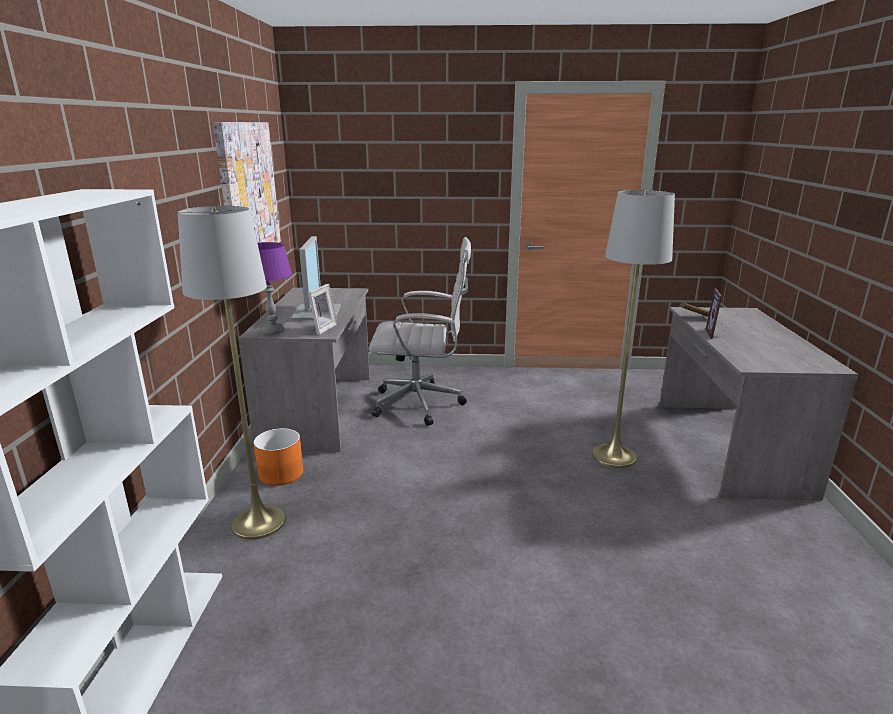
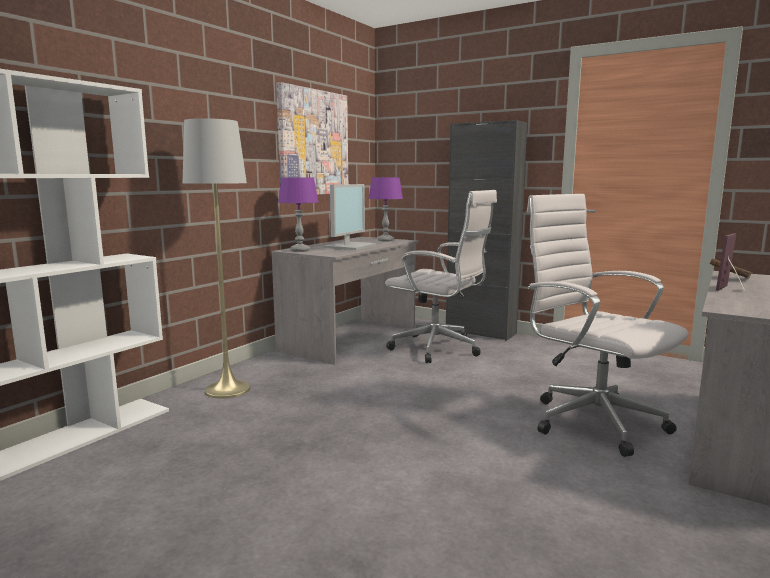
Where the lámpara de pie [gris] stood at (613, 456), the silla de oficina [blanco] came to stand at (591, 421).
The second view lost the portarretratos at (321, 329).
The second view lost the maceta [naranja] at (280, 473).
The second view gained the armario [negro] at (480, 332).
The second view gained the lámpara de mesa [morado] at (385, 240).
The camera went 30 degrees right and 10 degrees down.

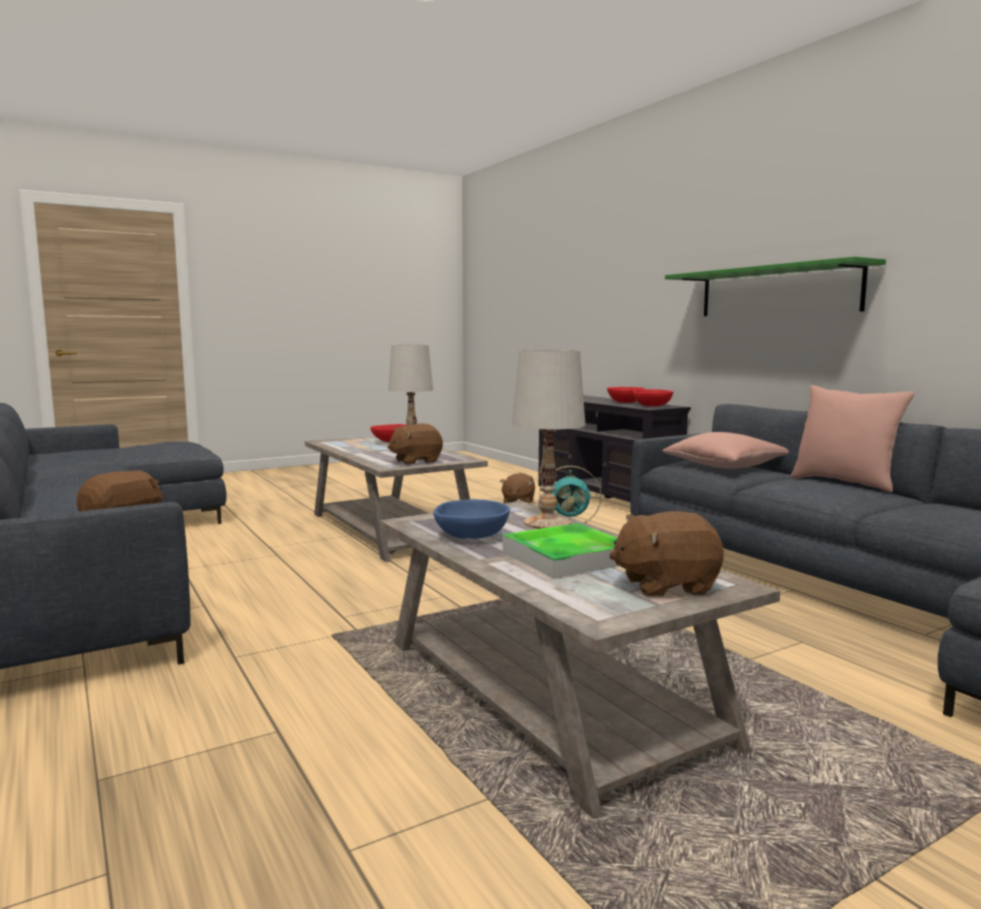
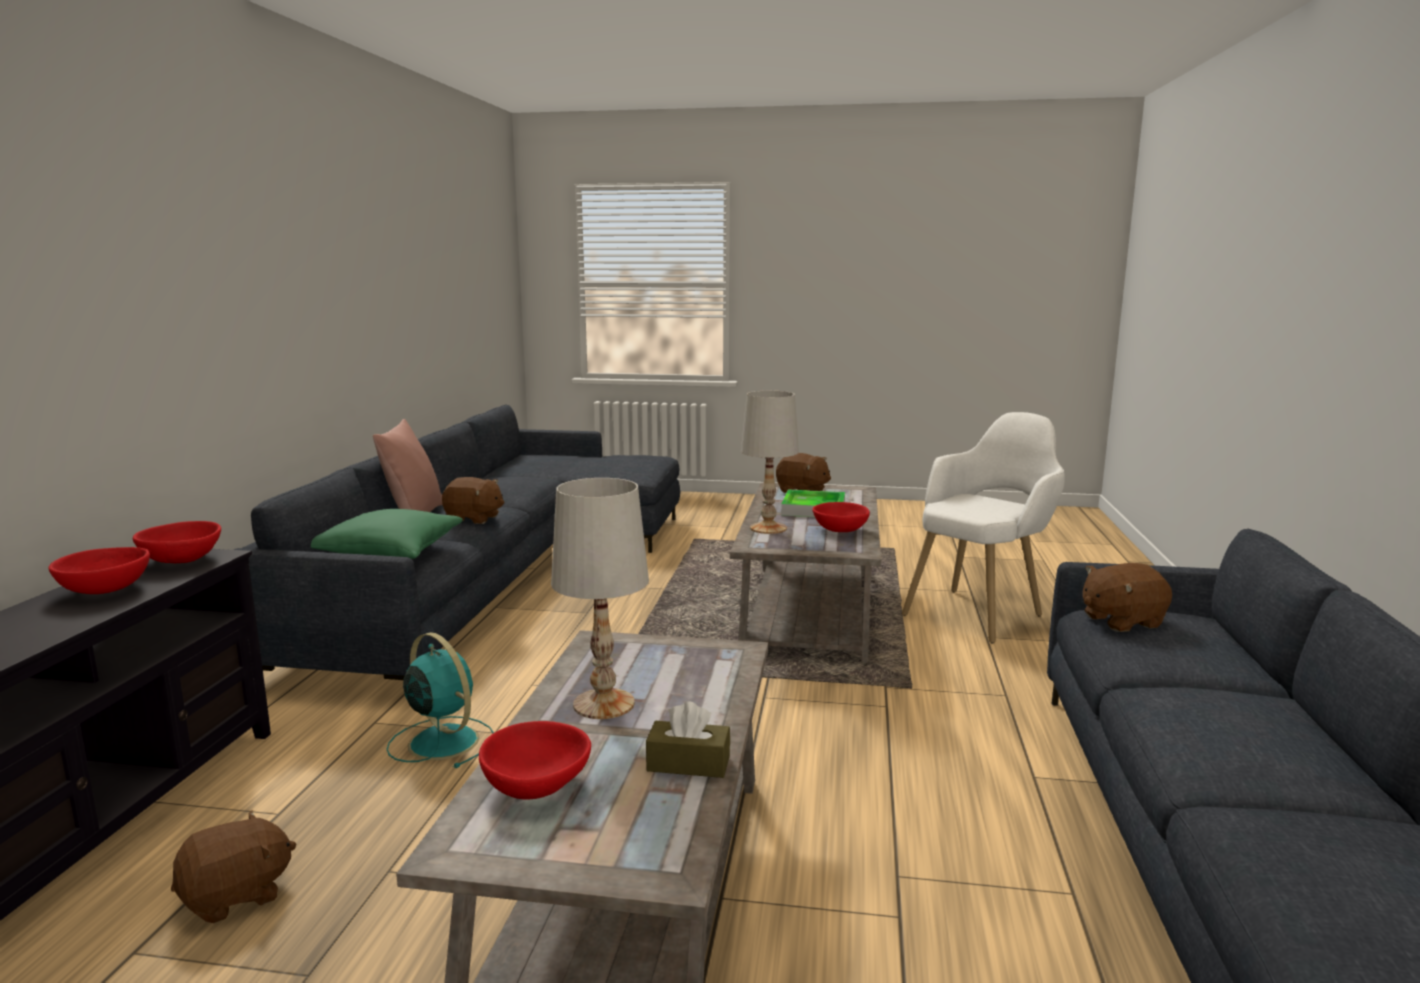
The second view lost the estante [verde] at (777, 291).
The peluche [marrón] ended up elsewhere, having gone from (416, 461) to (474, 519).
What was the cojín [rosa] at (726, 466) turned into the cojín [verde] at (389, 553).
What was the cuenco [azul] at (471, 537) turned into the cuenco [rojo] at (840, 530).
The second view gained the sillón [blanco] at (981, 610).
The second view gained the caja de pañuelos [marrón] at (688, 763).
The camera went 140 degrees left and 5 degrees up.

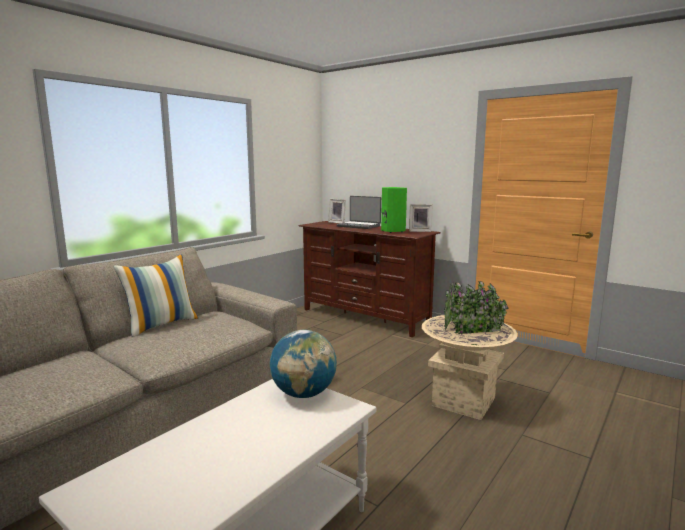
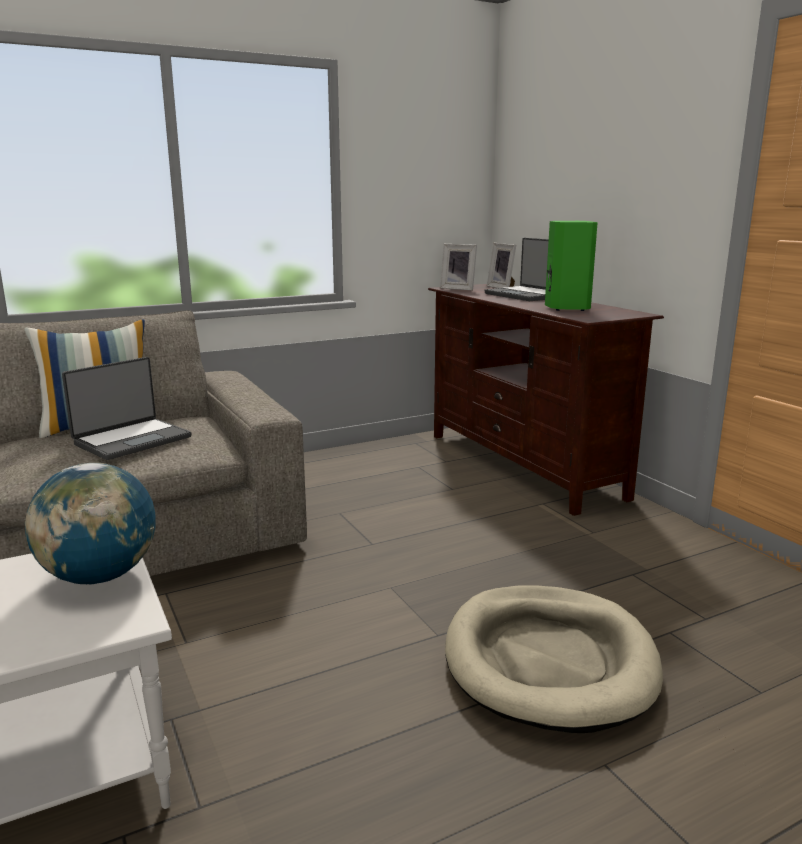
The portarretratos ended up elsewhere, having gone from (420, 231) to (459, 288).
Where the maceta [beis] stood at (463, 401), the cama para perro [beis] came to stand at (549, 661).
The second view gained the portátil at (132, 440).
The camera went 25 degrees right and 5 degrees up.

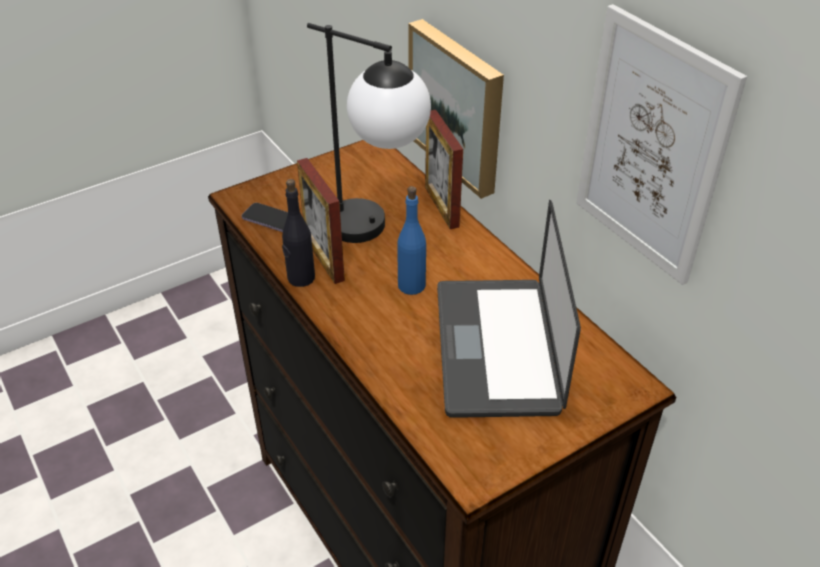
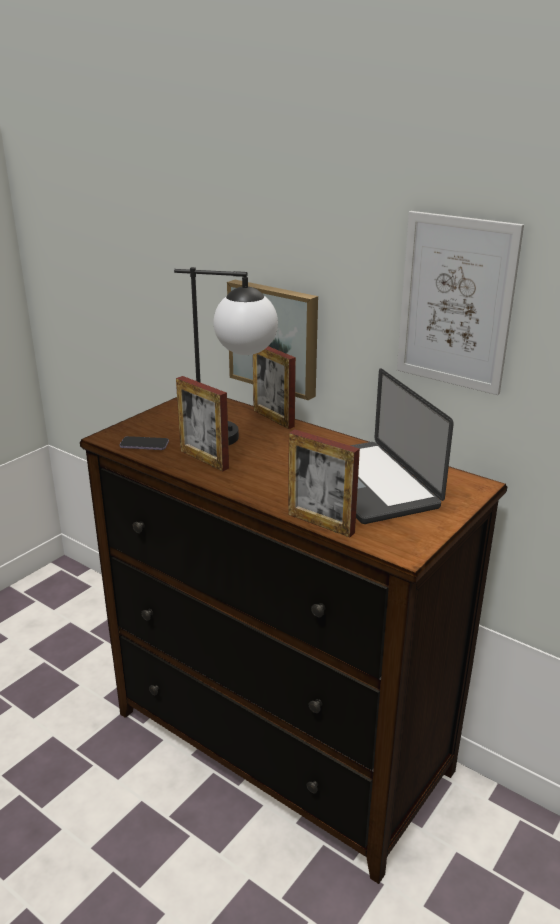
The second view lost the botella [negro] at (300, 278).
The second view lost the botella [azul] at (411, 285).
The second view gained the portarretratos at (320, 523).
The camera went 20 degrees left and 15 degrees down.

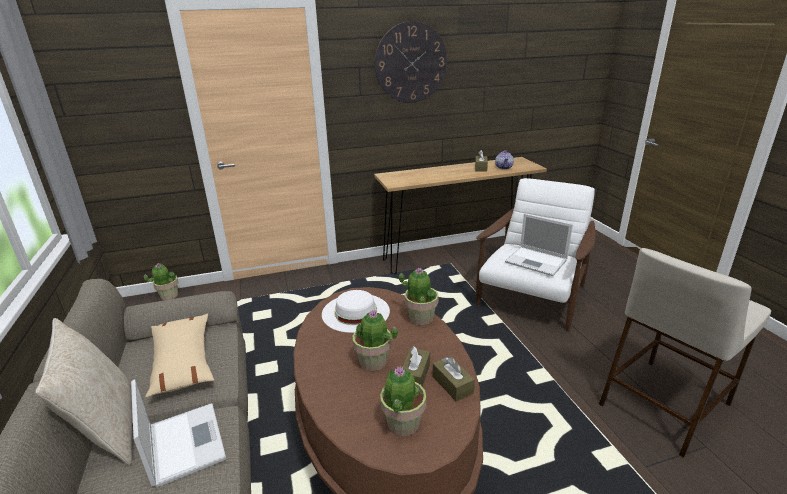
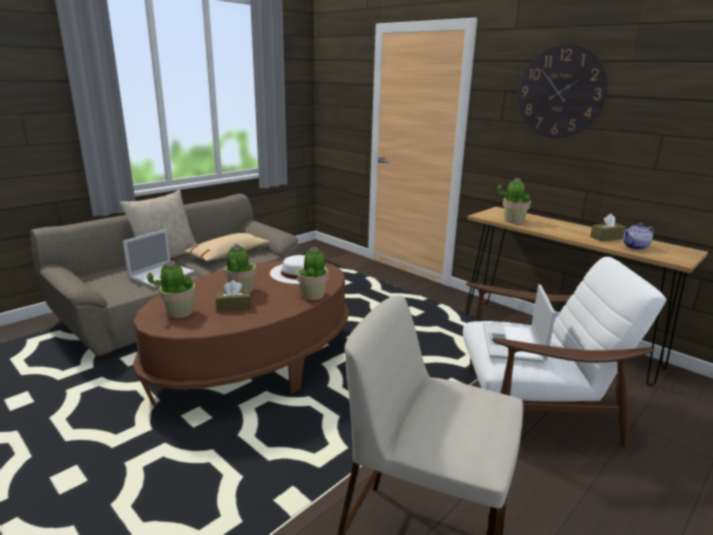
The planta en maceta ended up elsewhere, having gone from (169, 295) to (513, 221).
The second view lost the caja de pañuelos [marrón] at (452, 385).
The camera went 60 degrees right and 5 degrees down.

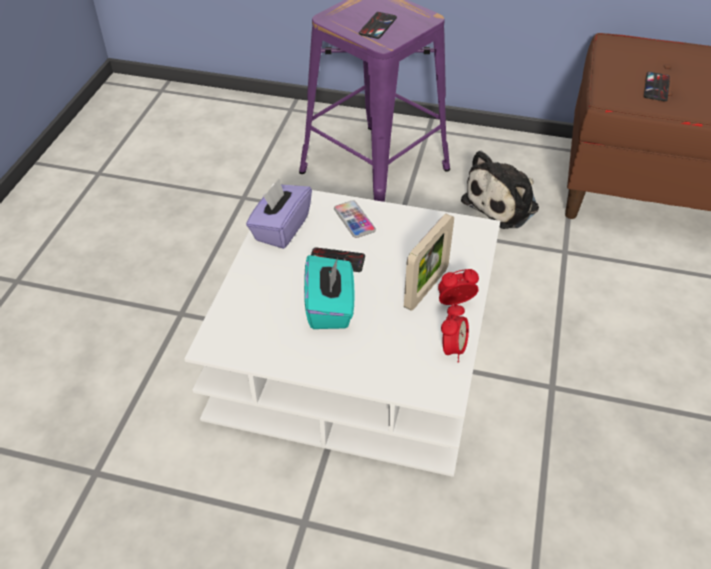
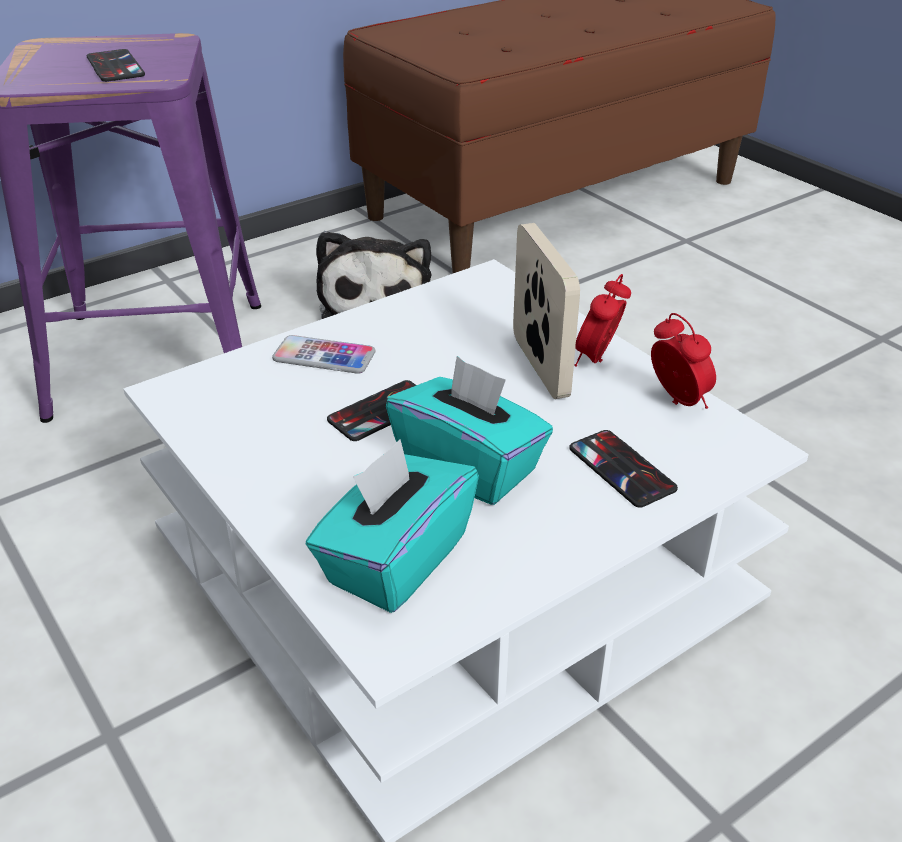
The móvil ended up elsewhere, having gone from (656, 87) to (622, 469).
The second view lost the caja de pañuelos [morado] at (281, 228).
The second view gained the caja de pañuelos [turquesa] at (395, 560).
The camera went 50 degrees left and 10 degrees down.

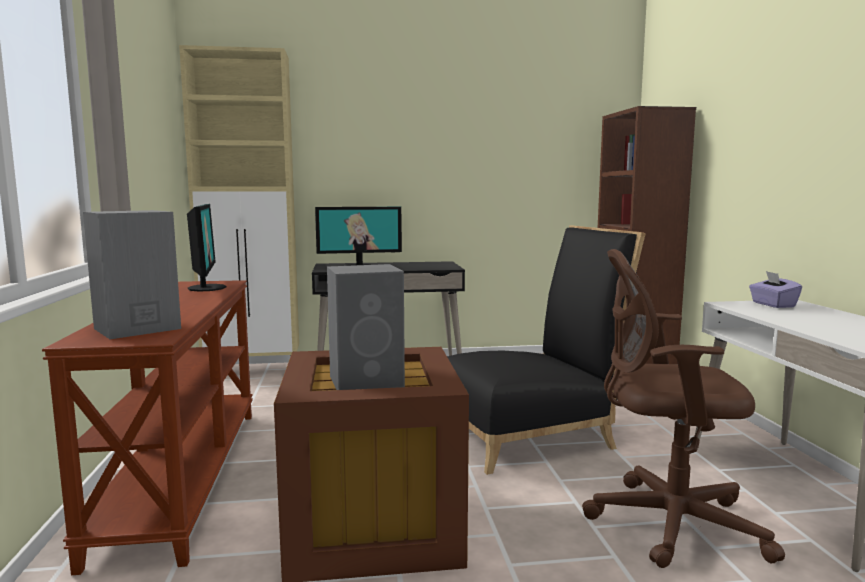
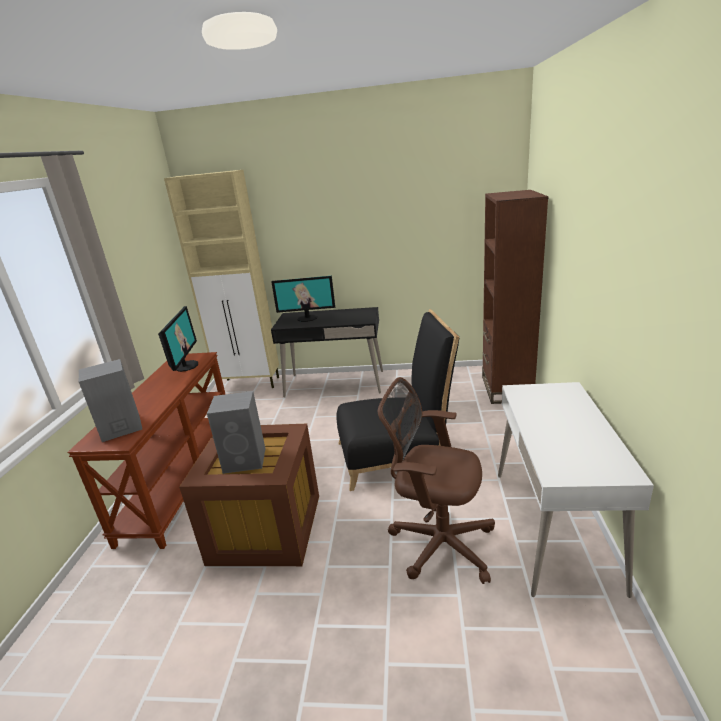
The second view lost the caja de pañuelos [morado] at (772, 305).
The camera went 15 degrees right and 15 degrees up.

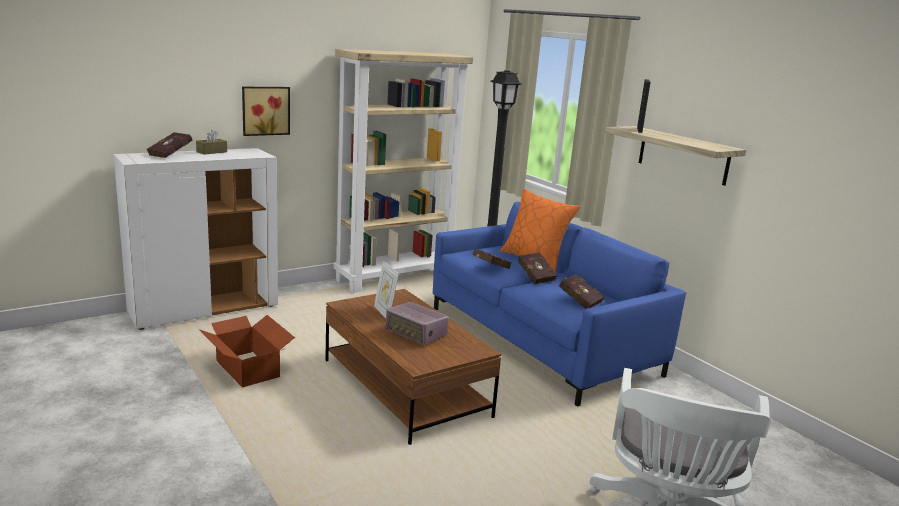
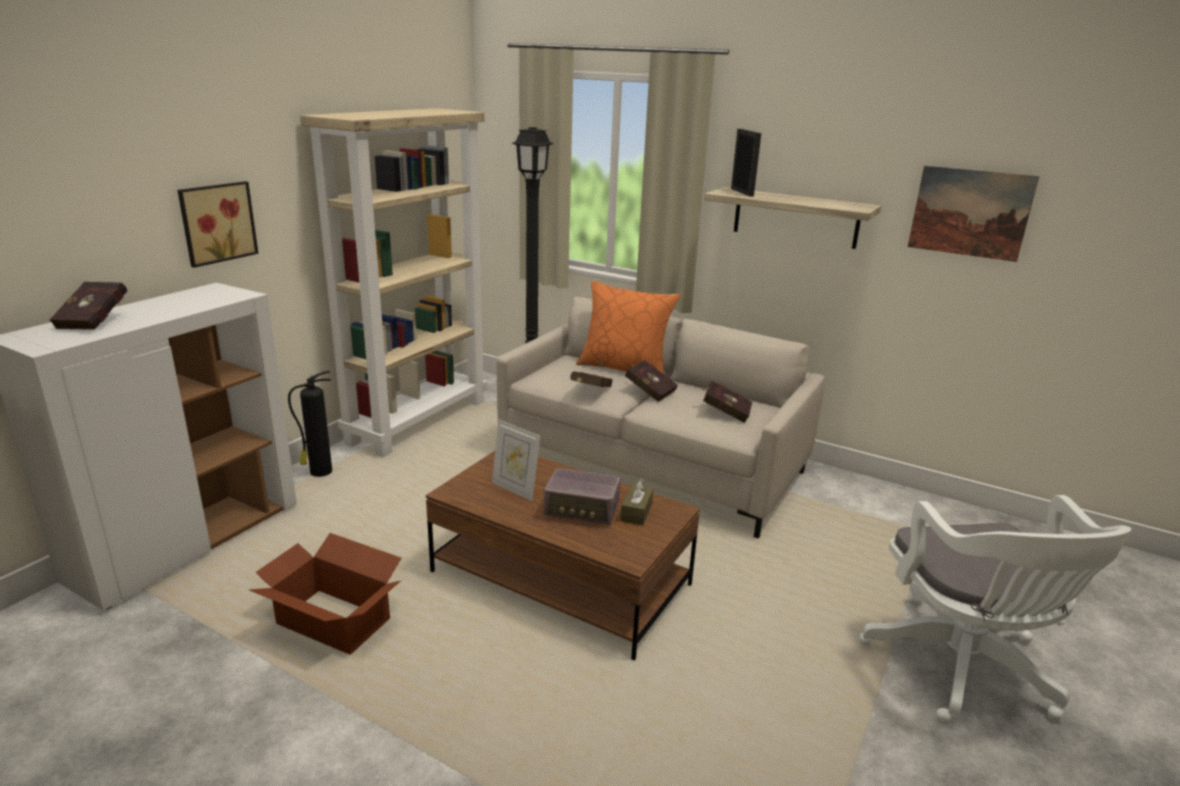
The caja de pañuelos [marrón] ended up elsewhere, having gone from (212, 152) to (636, 512).
What was the sofá [azul] at (540, 341) turned into the sofá [beis] at (651, 464).
The second view gained the cuadro at (970, 213).
The second view gained the extintor at (319, 472).
The camera went 25 degrees left and 5 degrees up.

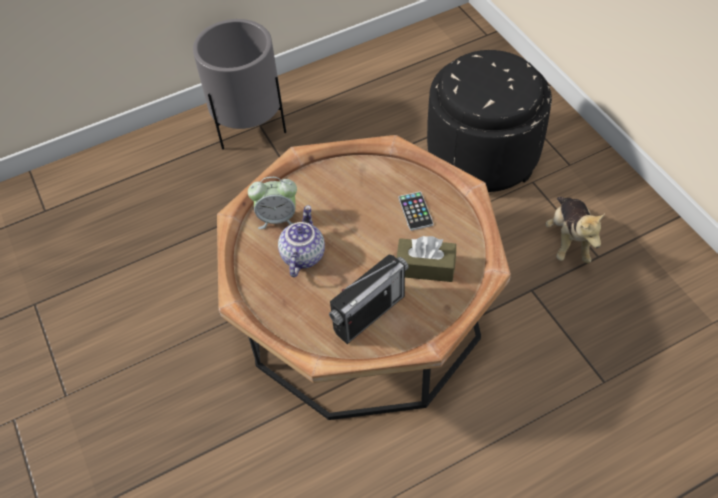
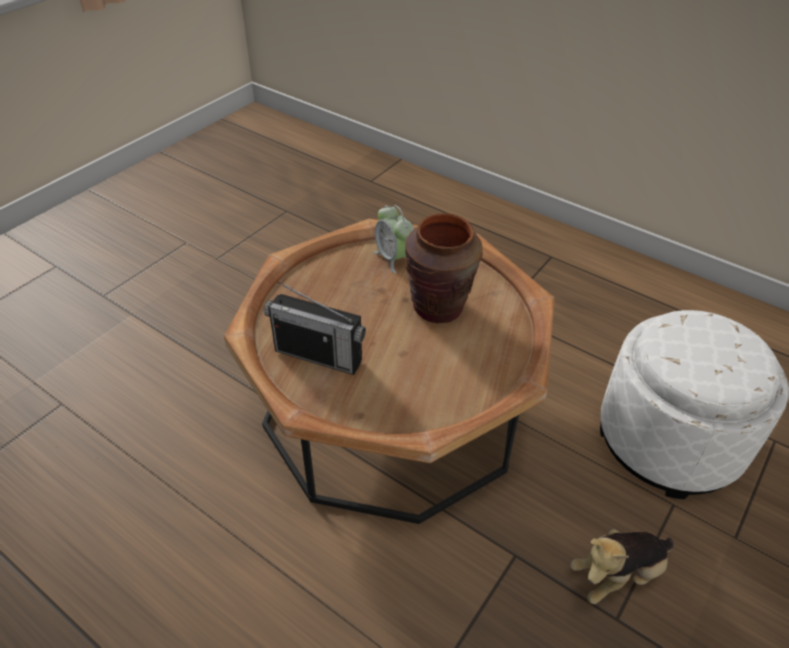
The second view lost the maceta [gris] at (250, 128).
What was the puf [negro] at (482, 155) turned into the puf [blanco] at (668, 440).
The second view lost the móvil at (415, 211).
The second view lost the tetera at (302, 255).
The second view lost the caja de pañuelos [marrón] at (425, 267).
The second view gained the florero [marrón] at (438, 307).
The camera went 60 degrees right and 10 degrees down.

